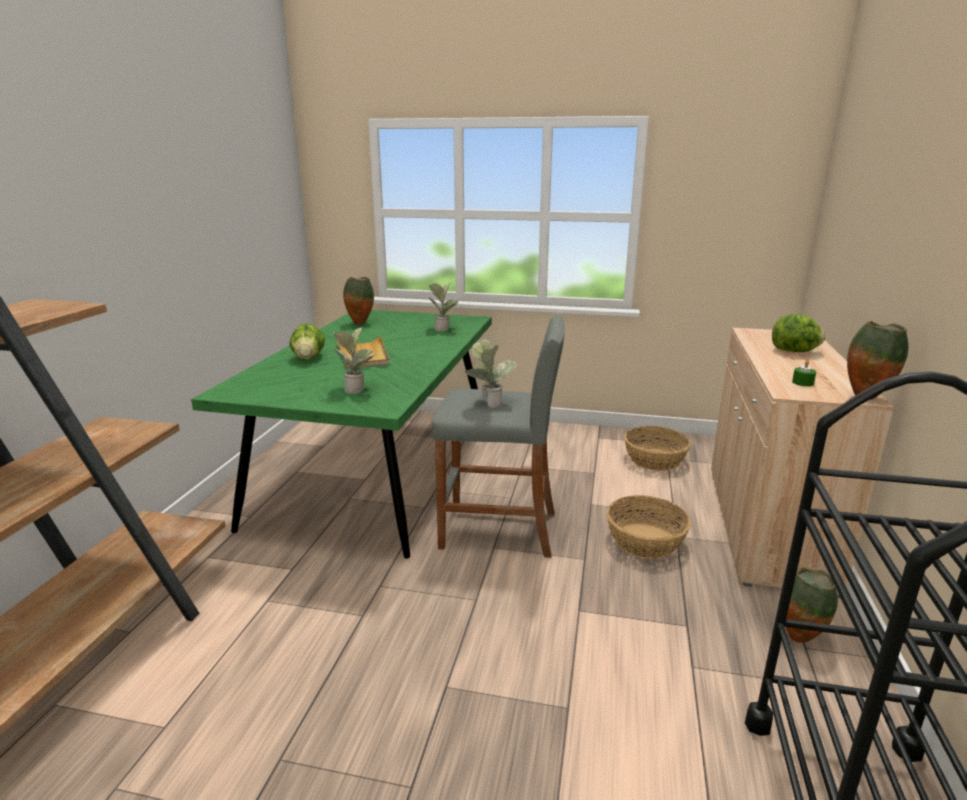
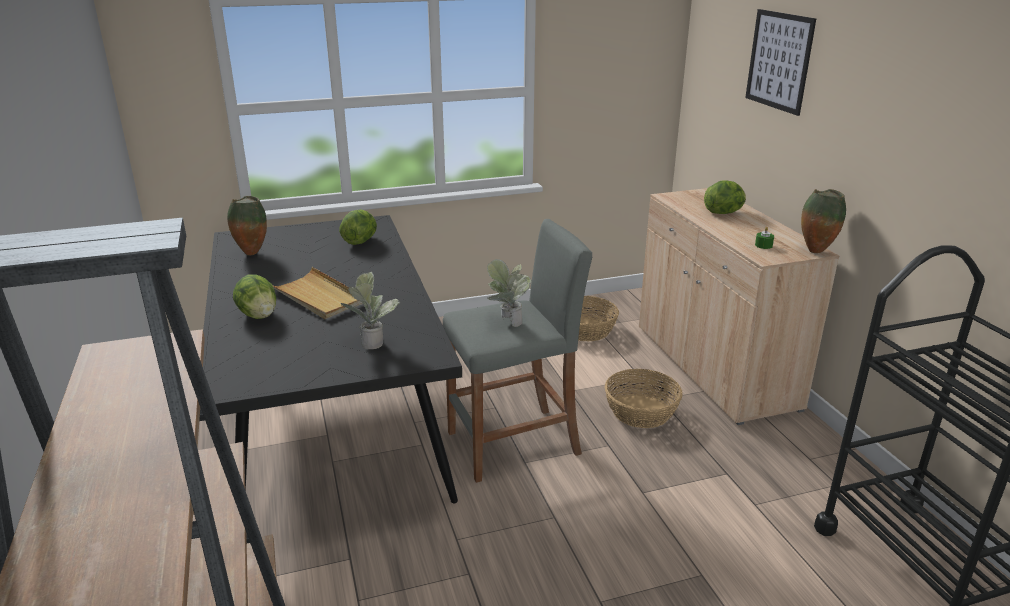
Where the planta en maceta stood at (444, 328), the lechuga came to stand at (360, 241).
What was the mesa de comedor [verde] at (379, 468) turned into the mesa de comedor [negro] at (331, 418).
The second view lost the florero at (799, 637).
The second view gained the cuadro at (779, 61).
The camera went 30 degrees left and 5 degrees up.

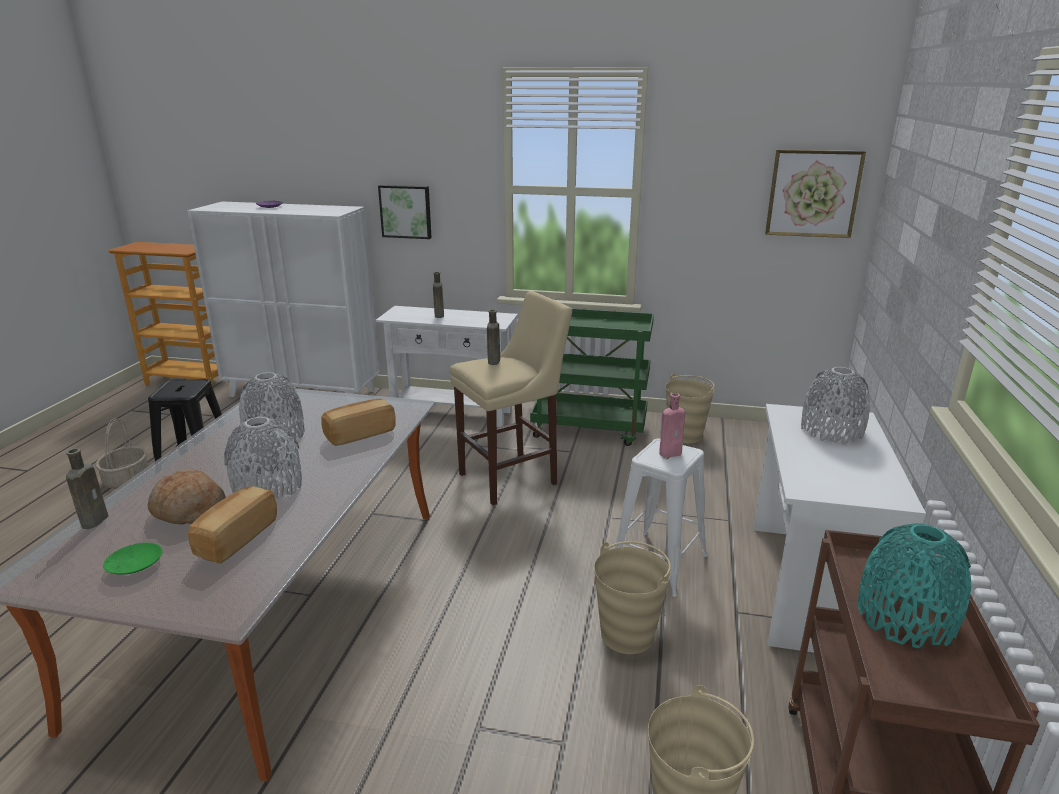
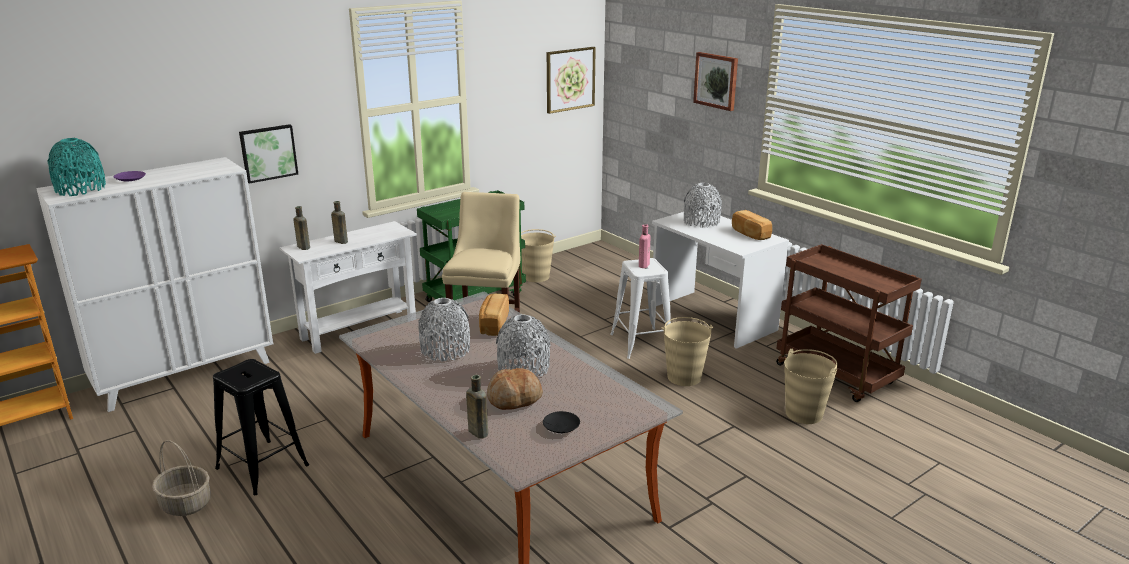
The botella [marrón] ended up elsewhere, having gone from (494, 361) to (303, 247).
The pan ended up elsewhere, having gone from (235, 538) to (750, 234).
The florero [turquesa] ended up elsewhere, having gone from (905, 617) to (80, 189).
What was the plato [verde] at (134, 564) turned into the plato [negro] at (561, 427).
The second view gained the cuadro at (716, 80).
The camera went 50 degrees left and 0 degrees up.

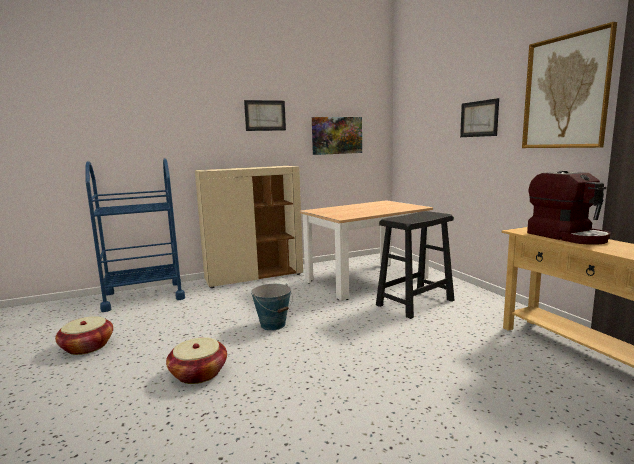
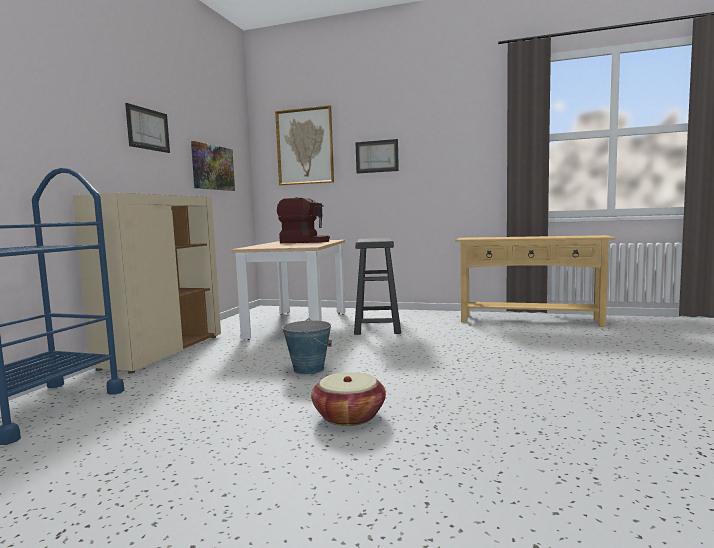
The cuadro ended up elsewhere, having gone from (565, 92) to (305, 146).
The cafetera ended up elsewhere, having gone from (567, 236) to (305, 242).
The second view lost the cesta at (87, 347).
The camera went 50 degrees left and 5 degrees down.

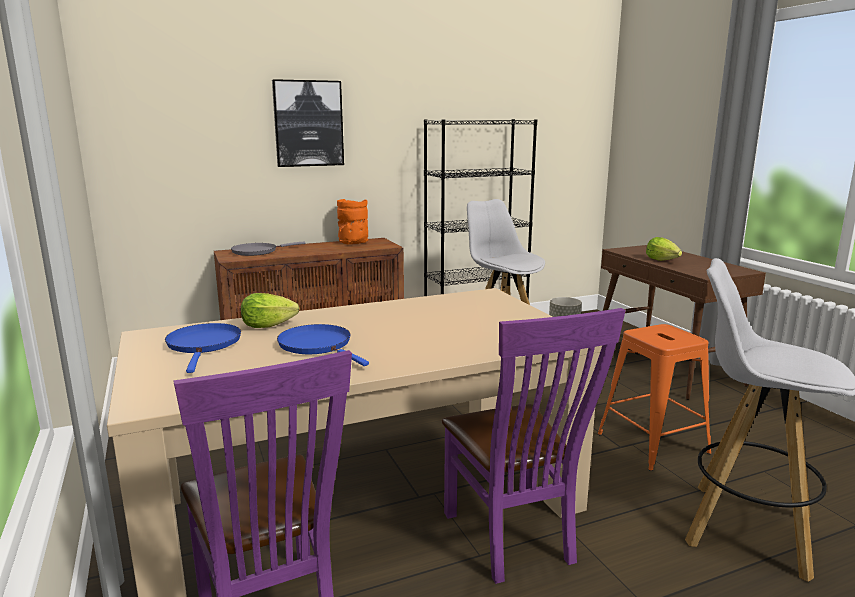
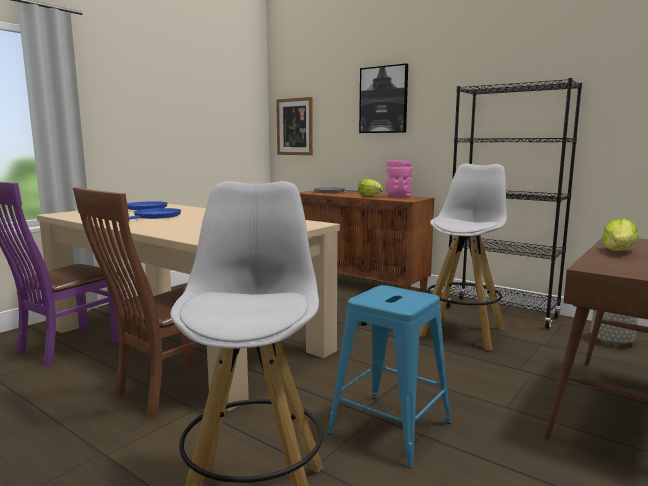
What was the florero [naranja] at (353, 243) turned into the florero [rosa] at (397, 196).
The lechuga ended up elsewhere, having gone from (267, 326) to (369, 196).
What was the silla [morado] at (513, 541) turned into the silla [marrón] at (167, 391).
What was the taburete [naranja] at (652, 443) turned into the taburete [azul] at (390, 427).
The second view gained the cuadro at (294, 126).
The camera went 60 degrees right and 5 degrees down.

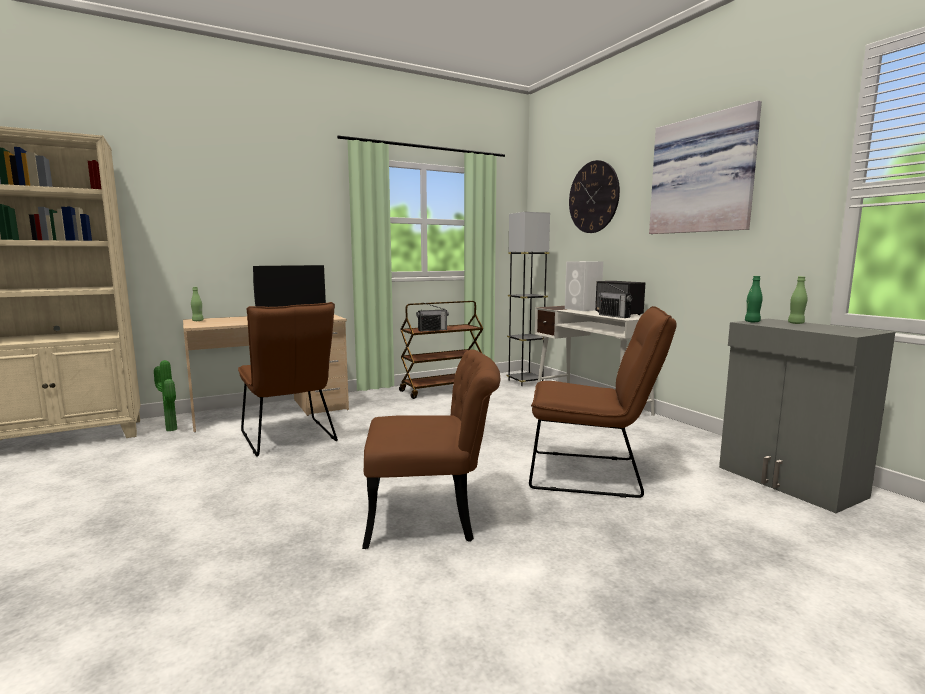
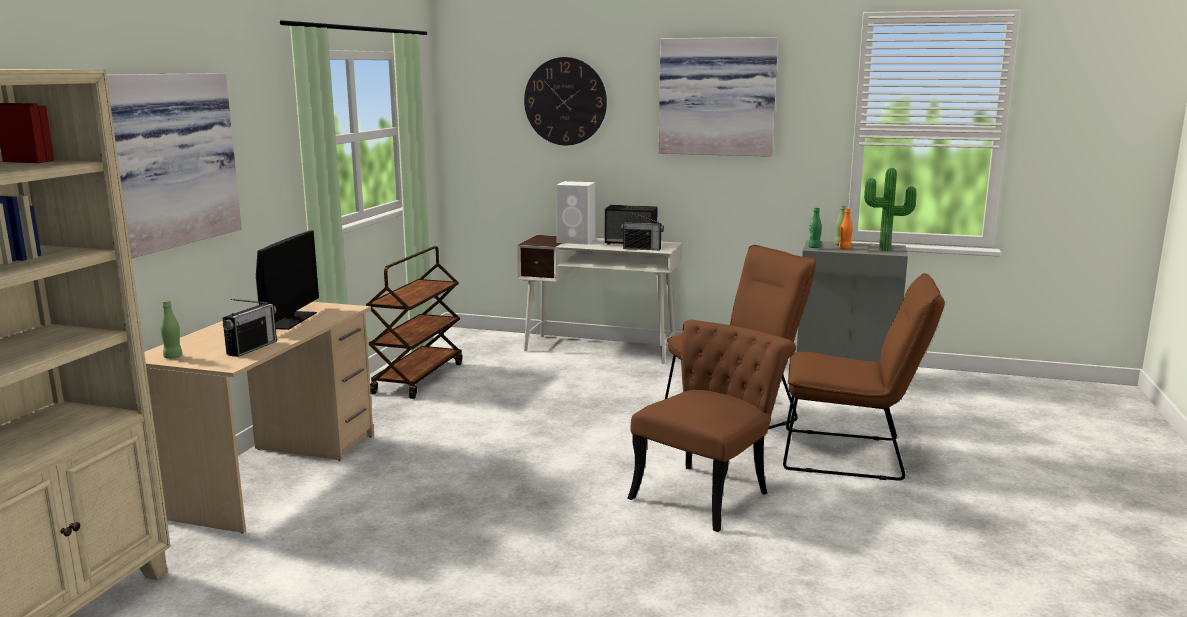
The second view lost the lámpara de pie [gris] at (525, 382).
The silla [marrón] ended up elsewhere, having gone from (289, 439) to (852, 456).
The radio ended up elsewhere, having gone from (432, 330) to (252, 348).
The planta en maceta ended up elsewhere, having gone from (169, 430) to (885, 250).
The second view gained the cuadro at (166, 160).
The second view gained the botella [naranja] at (844, 249).
The camera went 45 degrees left and 5 degrees up.

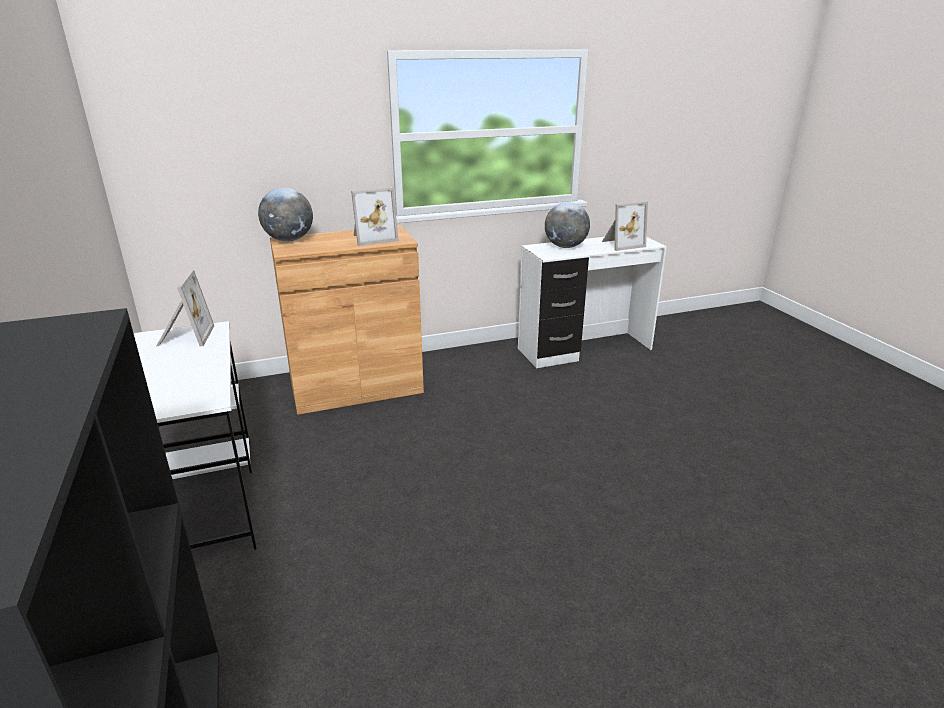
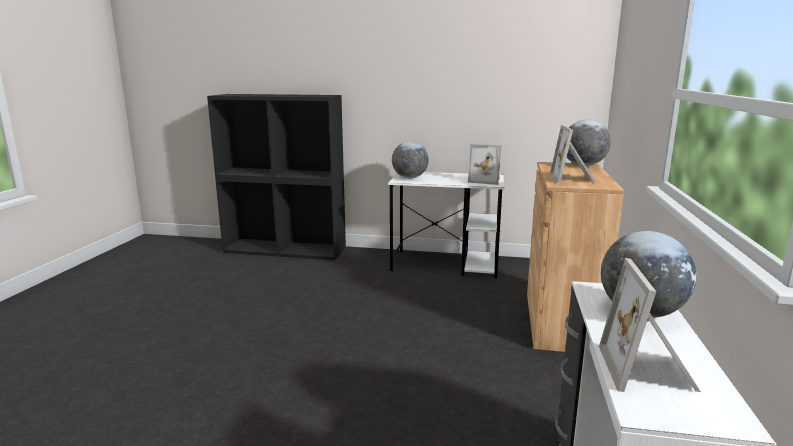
The second view gained the globo terráqueo at (409, 177).
The camera went 120 degrees right and 10 degrees down.

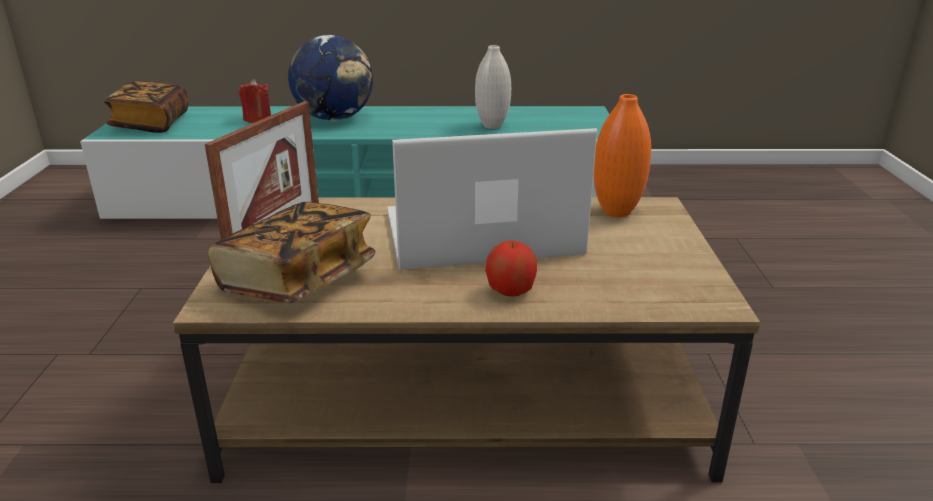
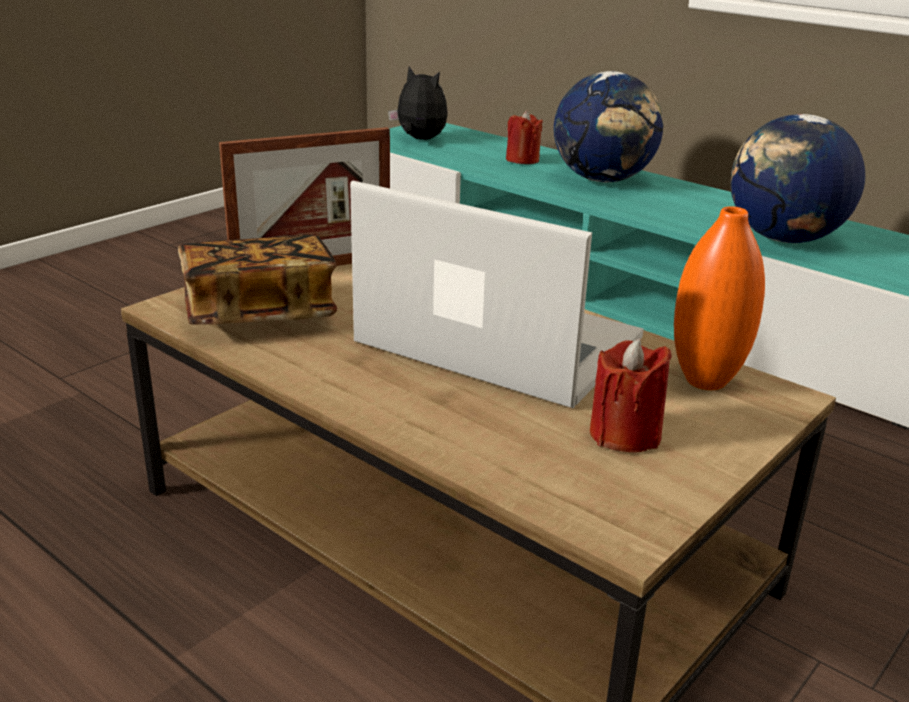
Where the florero [blanco] stood at (492, 126), the globo terráqueo came to stand at (784, 239).
Where the libro stood at (151, 124), the peluche came to stand at (419, 139).
The second view lost the manzana at (510, 291).
The second view gained the vela [rojo] at (625, 434).
The camera went 40 degrees right and 0 degrees up.

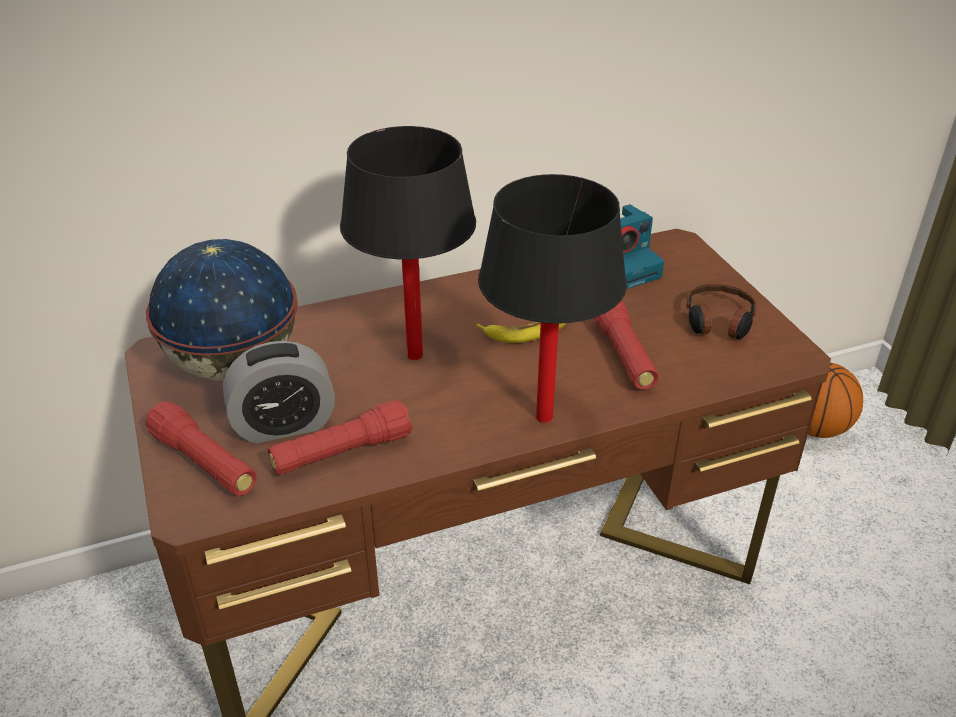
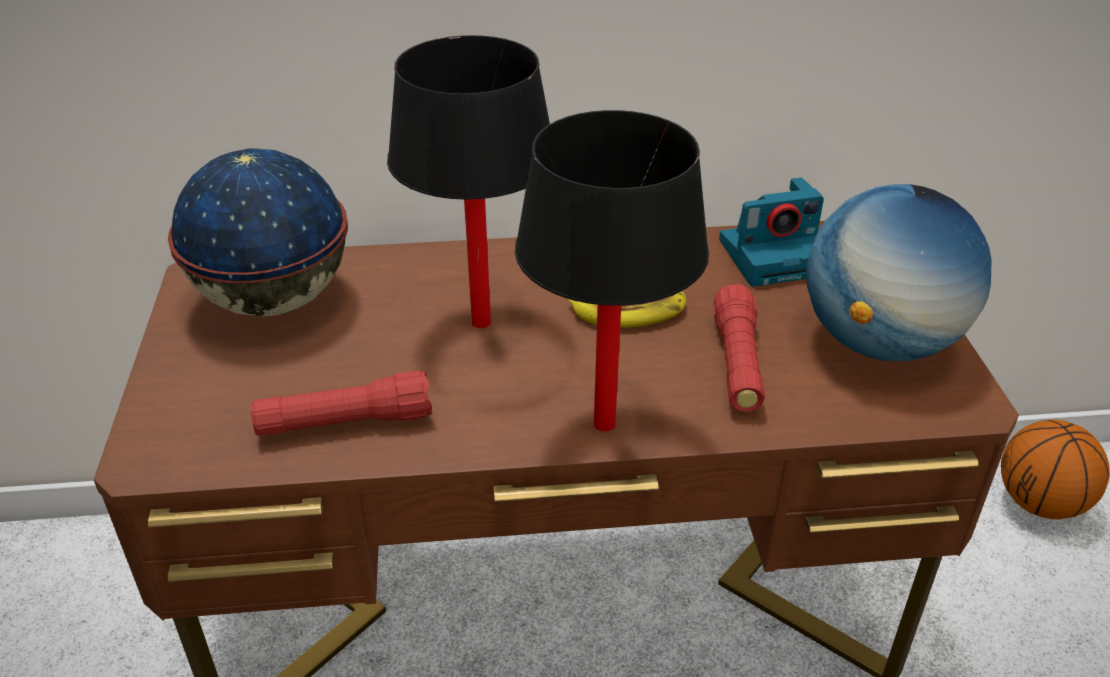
Where the auriculares stood at (718, 322), the globo terráqueo came to stand at (879, 342).
The second view lost the despertador at (284, 425).
The second view lost the linterna [rojo] at (204, 463).
The camera went 15 degrees right and 0 degrees up.

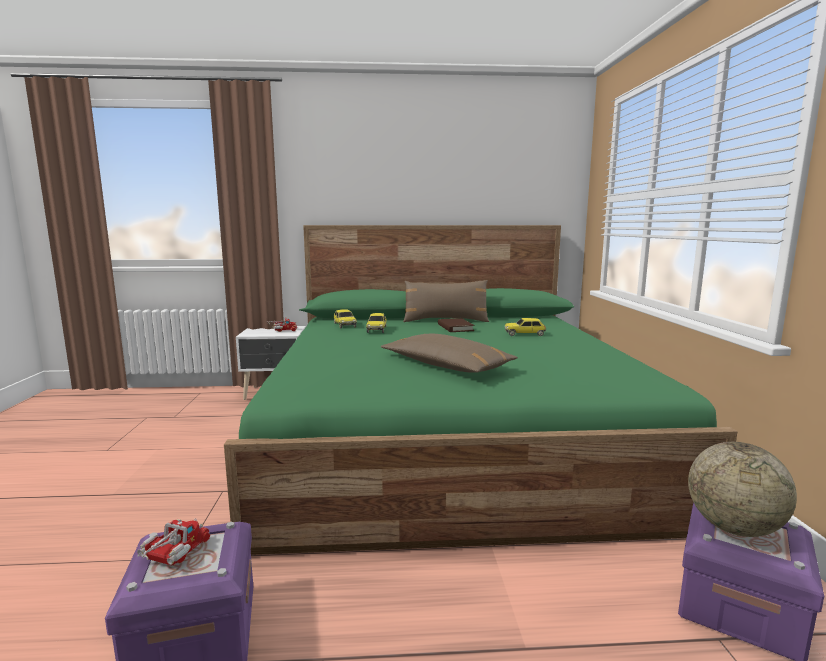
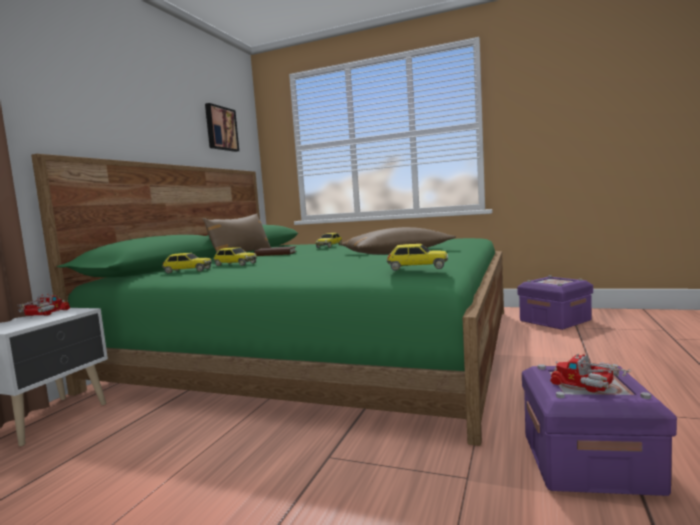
The second view lost the globo terráqueo at (733, 528).
The second view gained the cuadro at (220, 128).
The second view gained the coche de juguete at (417, 267).
The camera went 65 degrees left and 5 degrees down.

